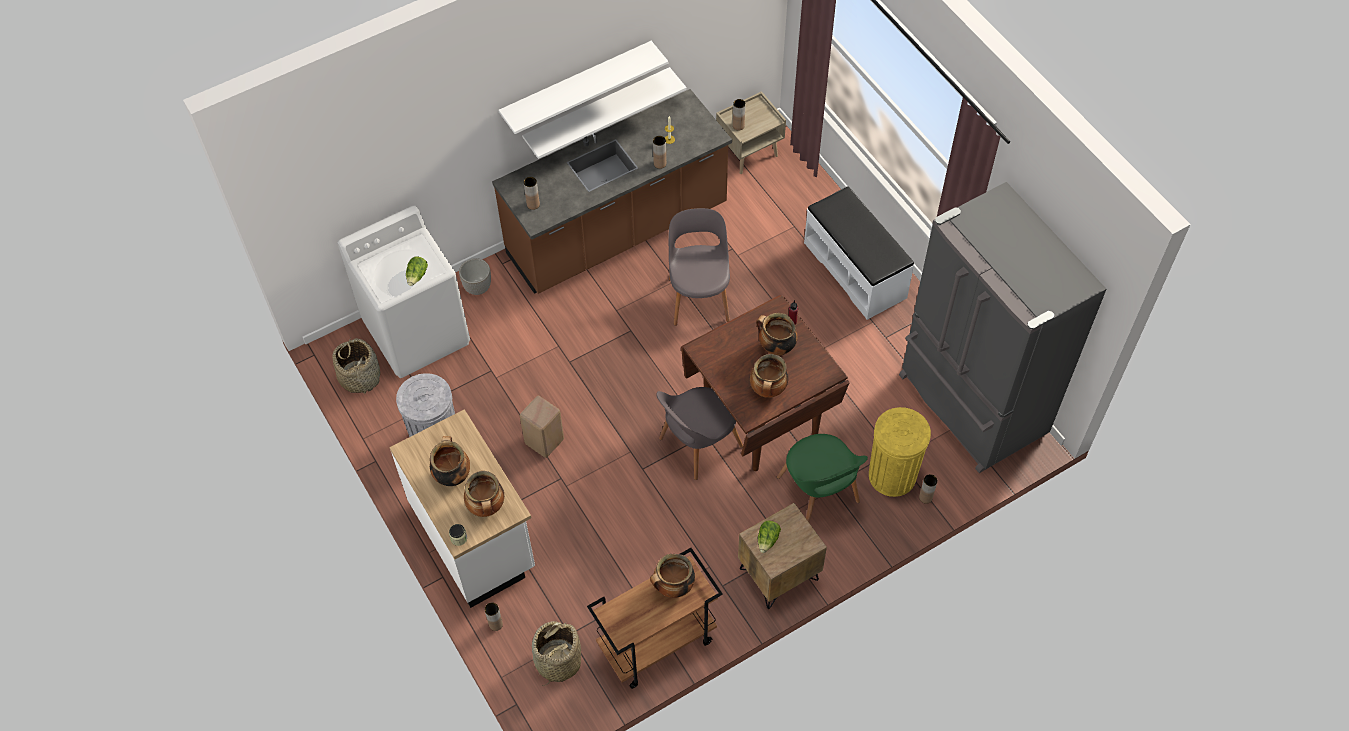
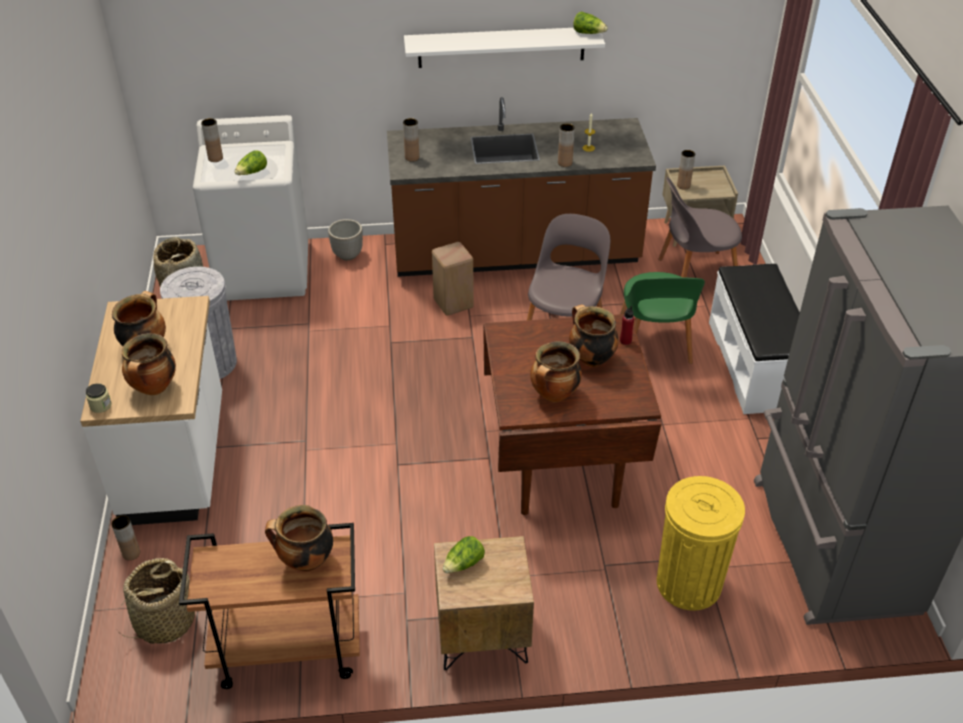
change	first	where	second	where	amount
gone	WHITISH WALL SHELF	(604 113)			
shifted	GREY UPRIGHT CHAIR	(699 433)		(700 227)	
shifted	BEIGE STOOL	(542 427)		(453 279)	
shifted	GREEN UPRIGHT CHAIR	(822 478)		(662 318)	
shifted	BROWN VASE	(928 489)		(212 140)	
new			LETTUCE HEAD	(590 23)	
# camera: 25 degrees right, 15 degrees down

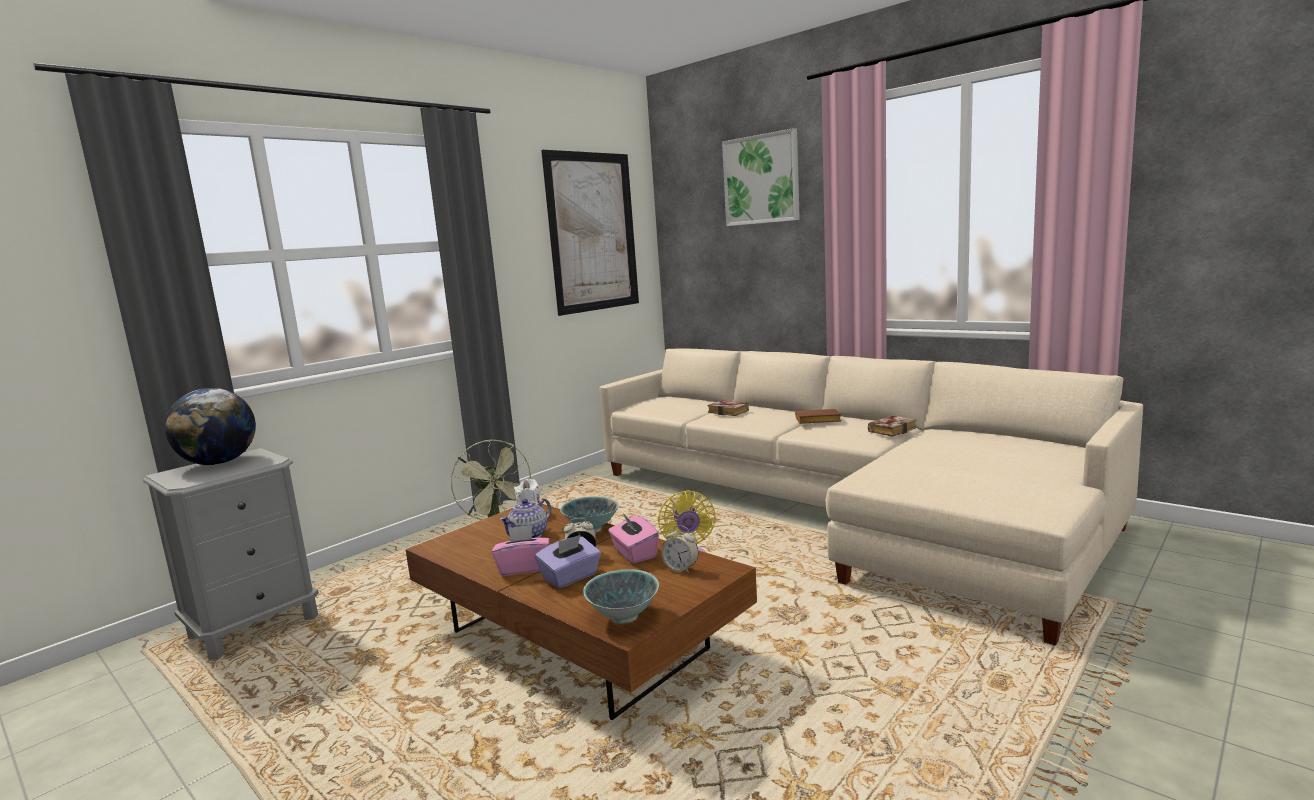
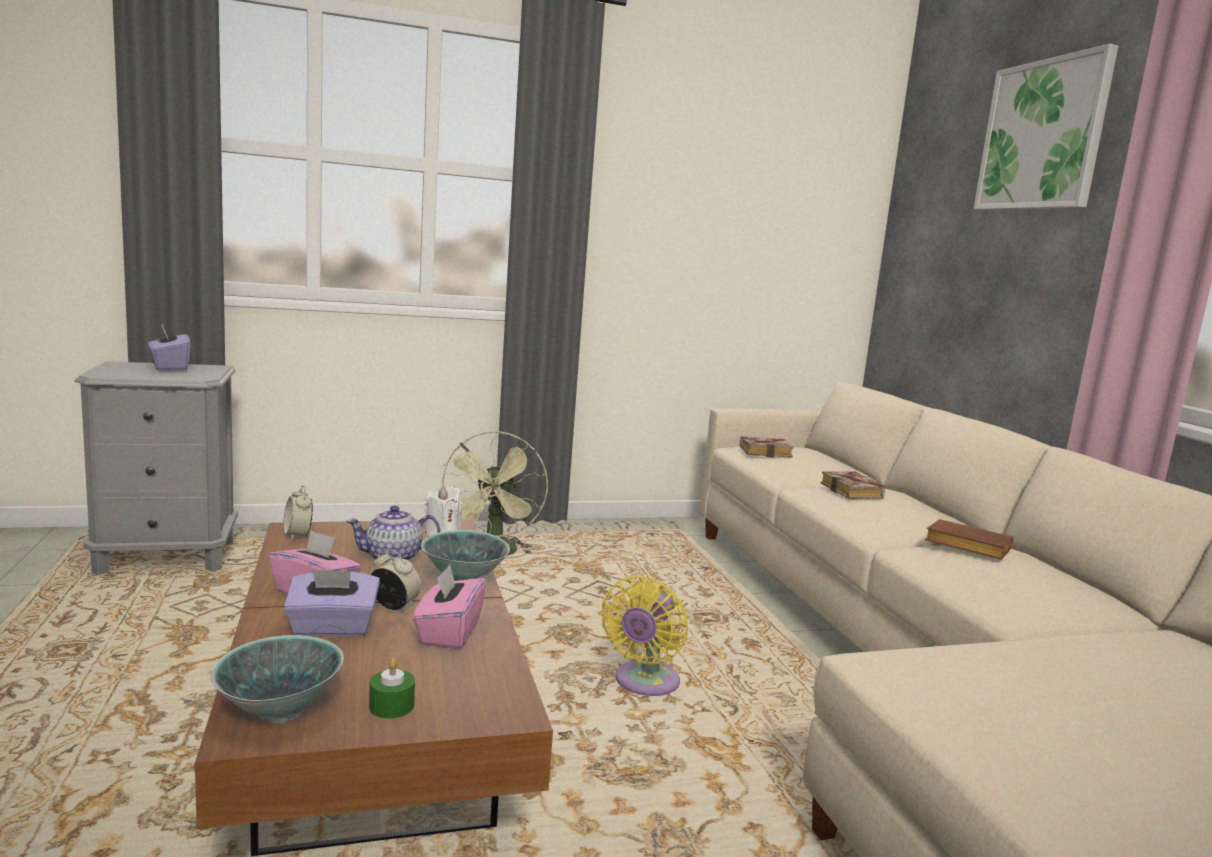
change	first	where	second	where	amount
gone	WALL PICTURE	(590 233)			
swapped	DESK GLOBE	(210 426)	PURPLE-COLOURED BOX OF TISSUES	(169 347)	
shifted	VOLUME	(892 426)		(767 447)	
shifted	ALARM CLOCK	(680 549)		(298 512)	
new			GREEN WAX LIGHT	(392 689)	
# camera: 30 degrees right, 0 degrees up

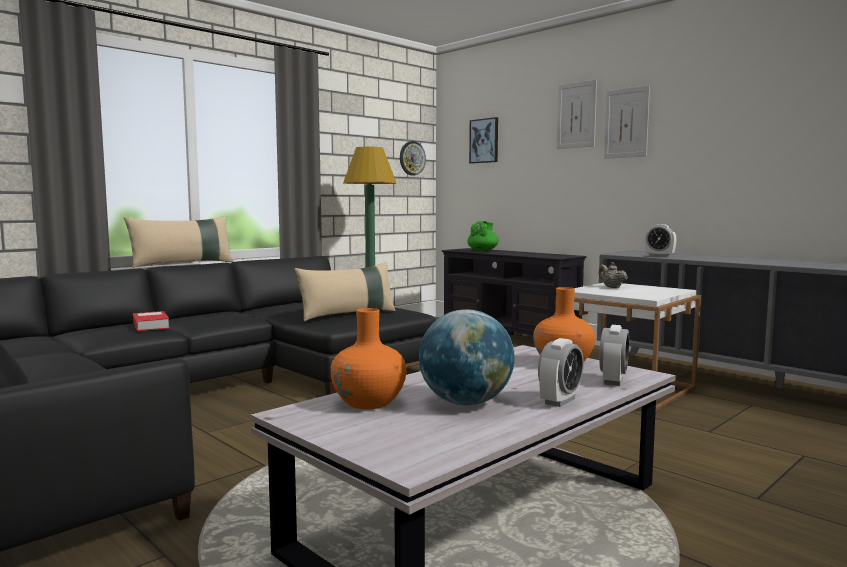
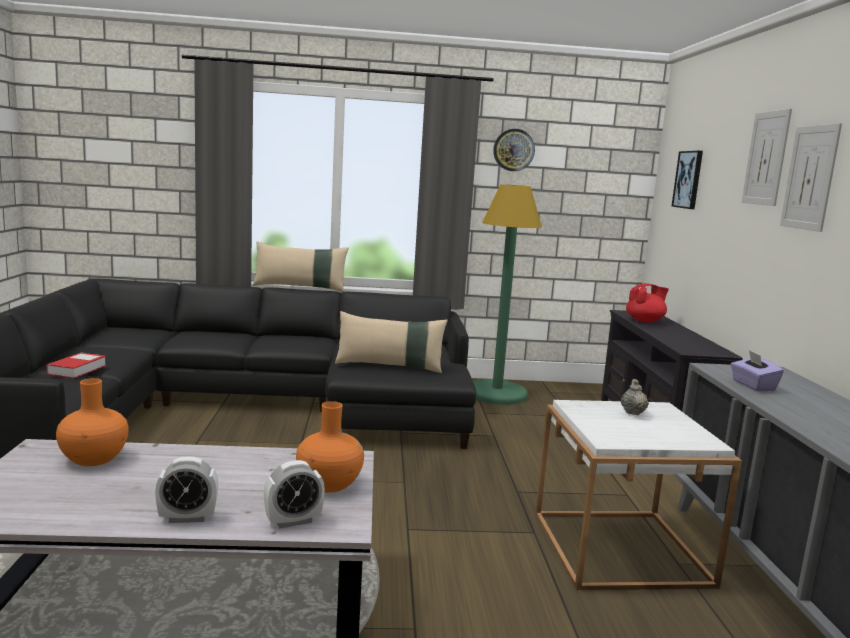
change	first	where	second	where	amount
shifted	HANGING CLOCK	(413 158)		(514 150)	
repainted	GREEN TEA POT	(483 236)	RED TEA POT	(647 303)	
swapped	ALARM CLOCK	(661 240)	PURPLE-COLOURED BOX OF TISSUES	(757 370)	
gone	DESK GLOBE	(466 357)			
shifted	VOLUME	(151 321)		(76 365)	
# camera: 40 degrees right, 5 degrees up

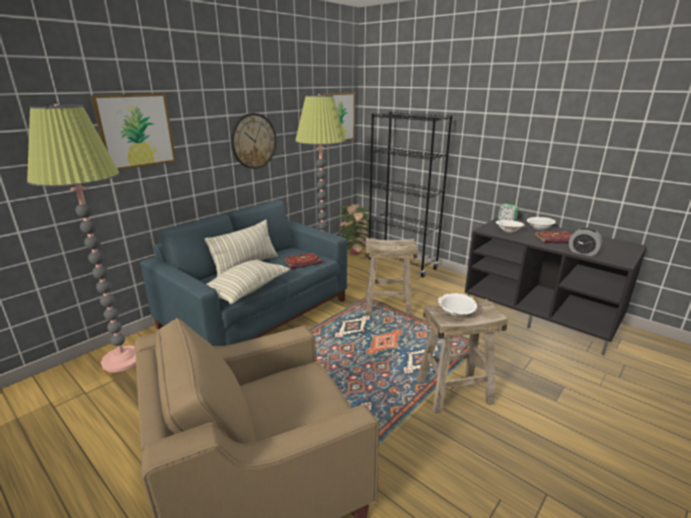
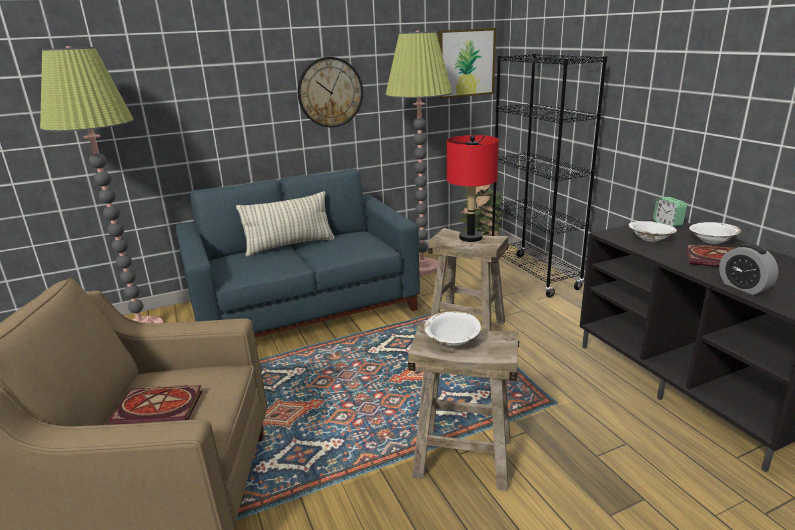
change	first	where	second	where	amount
gone	WALL PICTURE	(133 131)			
shifted	VOLUME	(303 260)		(155 405)	
gone	CUSHION	(248 281)			
new			RED TABLE LAMP	(472 188)	
# camera: 25 degrees right, 0 degrees up

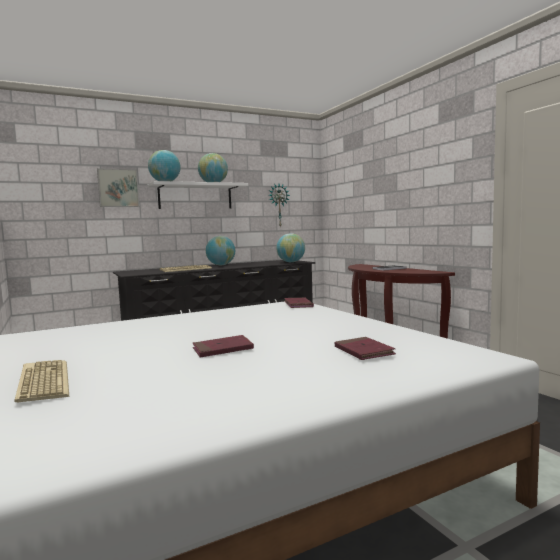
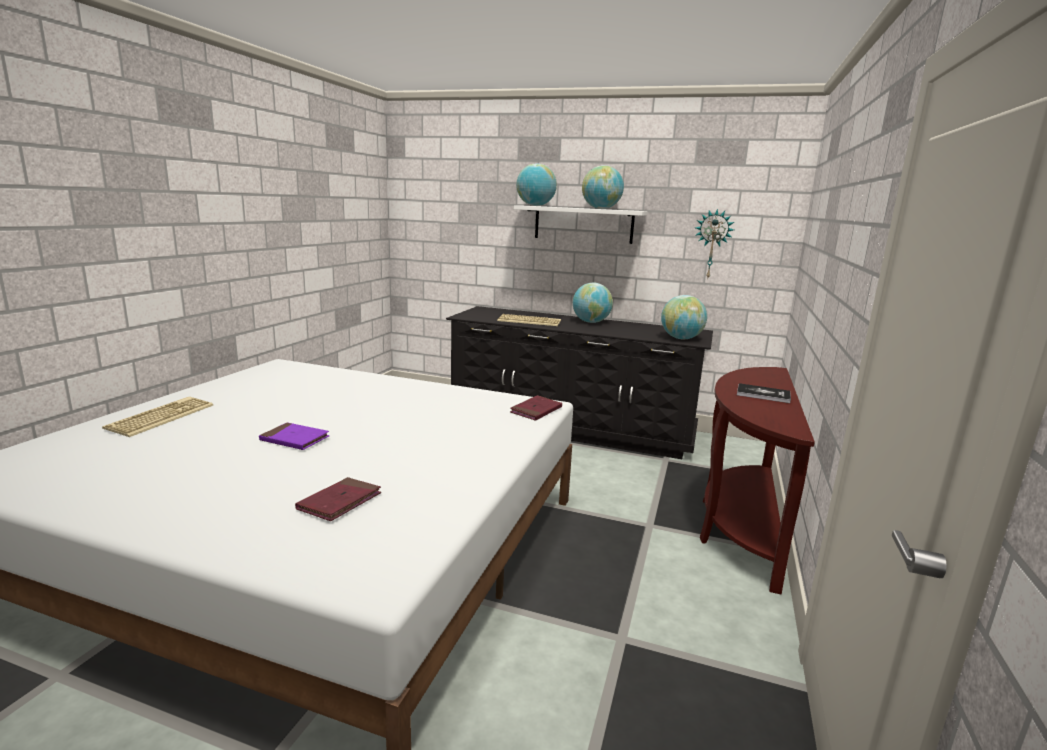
change	first	where	second	where	amount
gone	WALL PICTURE	(118 187)			
repainted	RED VOLUME	(223 346)	PURPLE-COLOURED VOLUME	(294 436)	
# camera: 45 degrees right, 10 degrees up

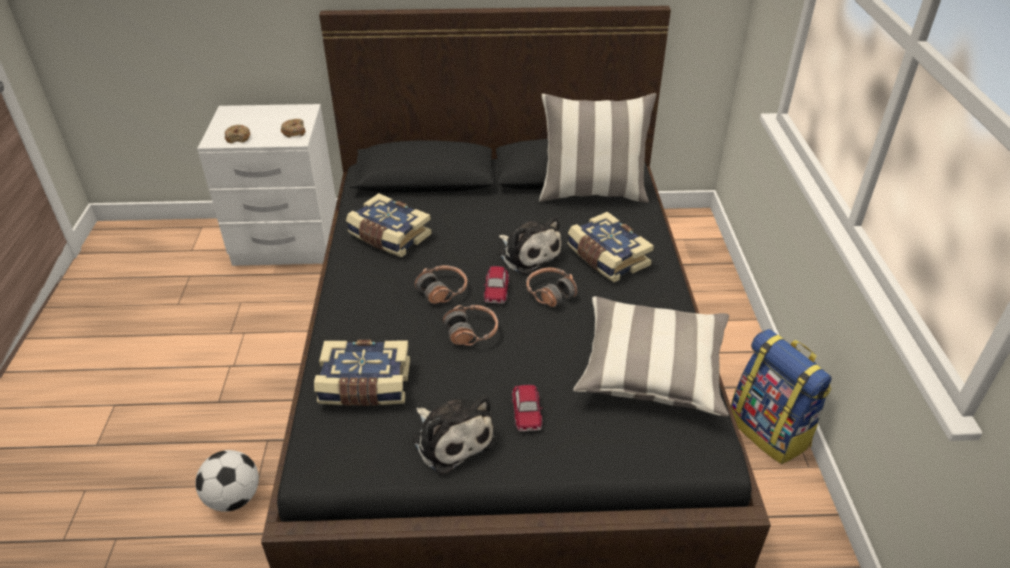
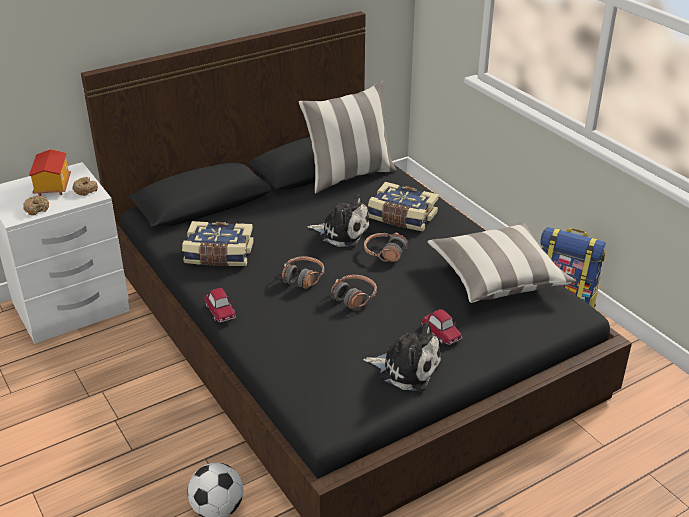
change	first	where	second	where	amount
shifted	TOY CAR	(496 284)		(220 305)	
gone	VOLUME	(362 373)			
new			MINIATURE HOUSE	(50 172)	
# camera: 30 degrees left, 5 degrees down

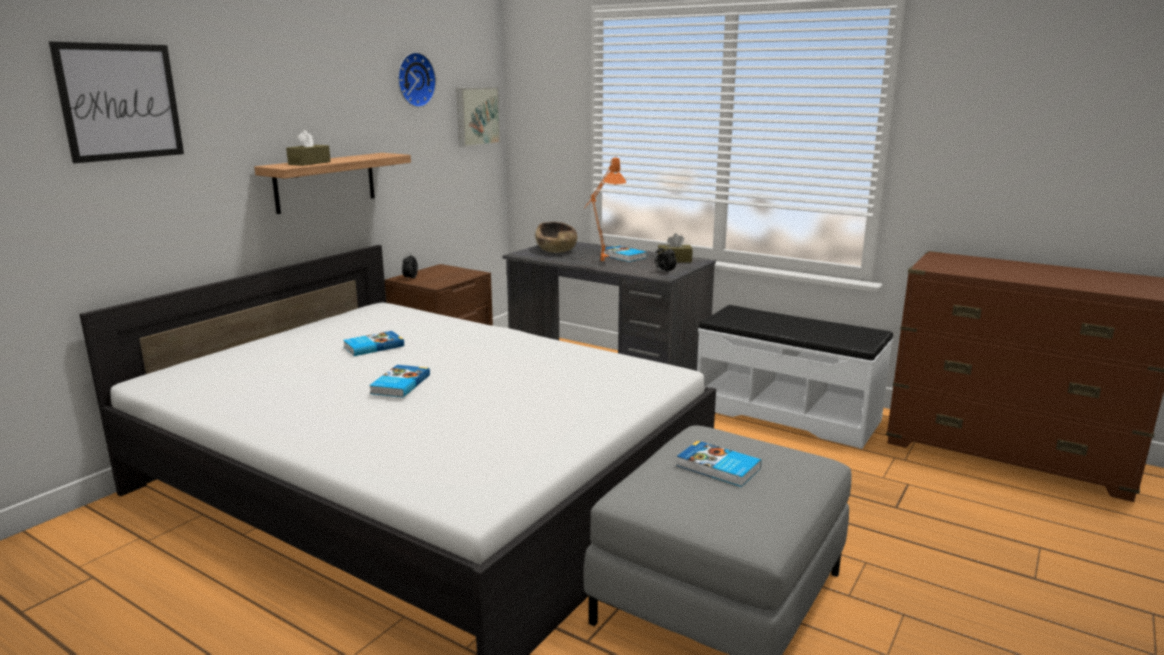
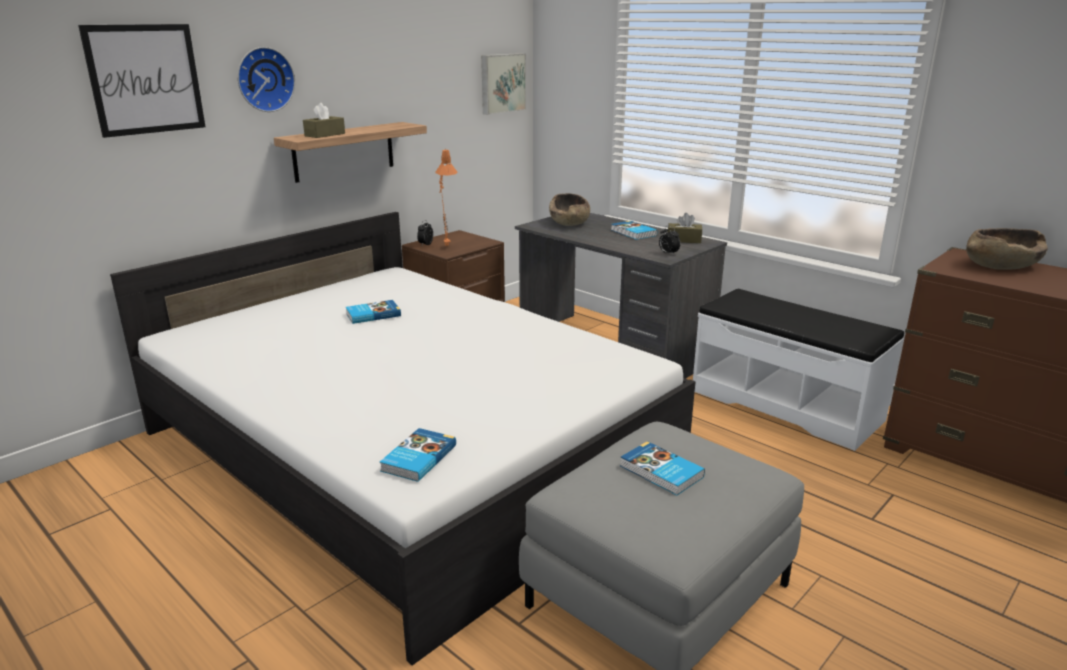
change	first	where	second	where	amount
shifted	HANGING CLOCK	(417 80)		(266 79)	
shifted	ORANGE TABLE LAMP	(605 209)		(446 197)	
shifted	VOLUME	(399 381)		(418 455)	
new			BROWN SERVING BOWL	(1007 249)	
# camera: 10 degrees right, 5 degrees up

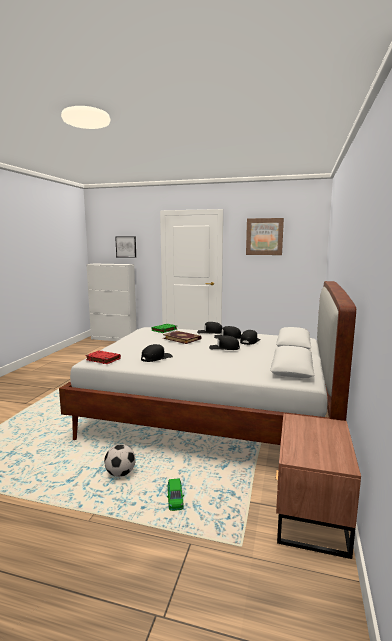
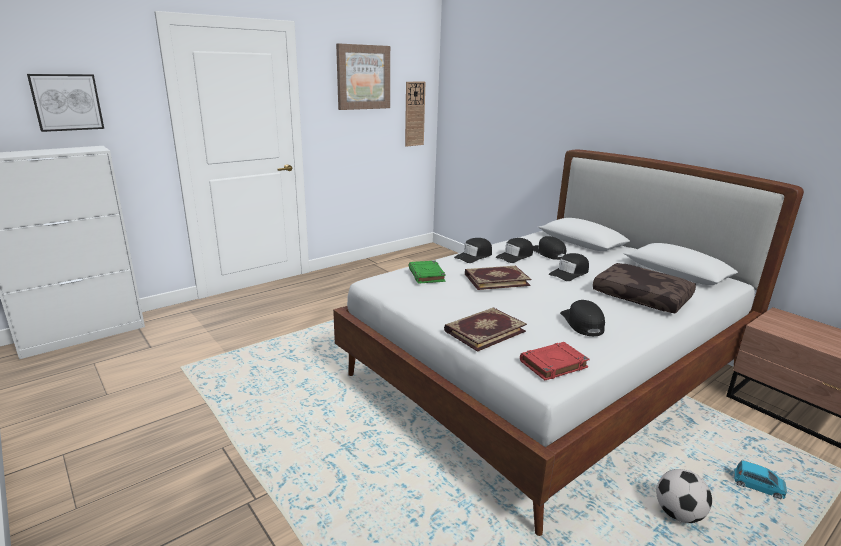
change	first	where	second	where	amount
repainted	GREEN TOY CAR	(175 495)	BLUISH TOY CAR	(761 479)	
new			HANGING CLOCK	(415 114)	
new			BROWN CUSHION	(644 288)	
new			VOLUME	(485 330)	
# camera: 55 degrees left, 10 degrees up

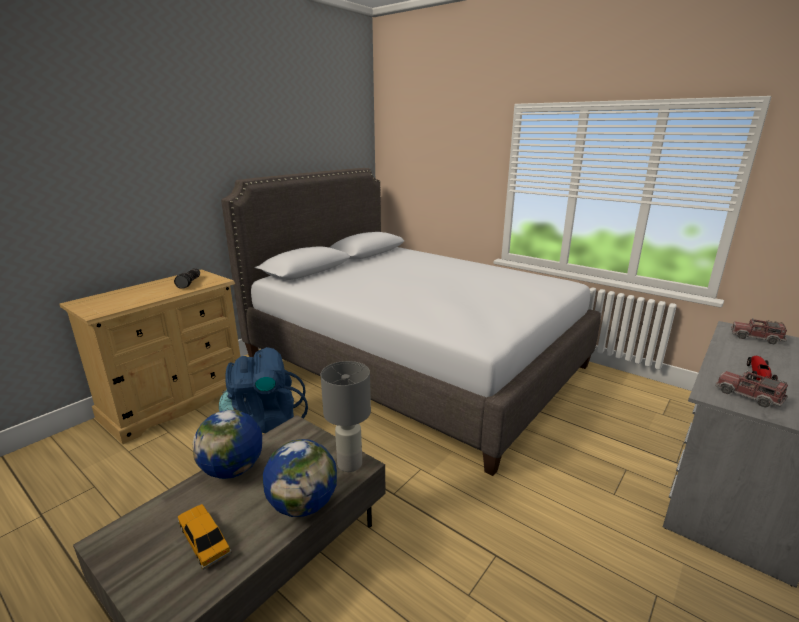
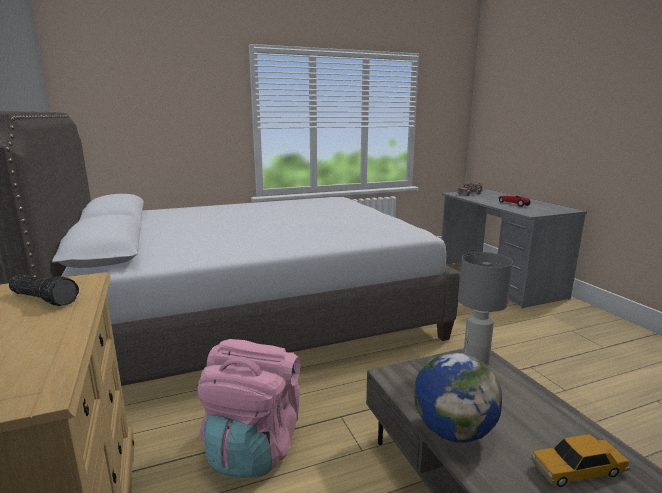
change	first	where	second	where	amount
repainted	BLUISH BACKPACK	(263 390)	PINK-COLOURED BACKPACK	(249 408)	
gone	TOY TRUCK	(751 389)			
gone	DESK GLOBE	(300 478)			
# camera: 60 degrees left, 5 degrees down

